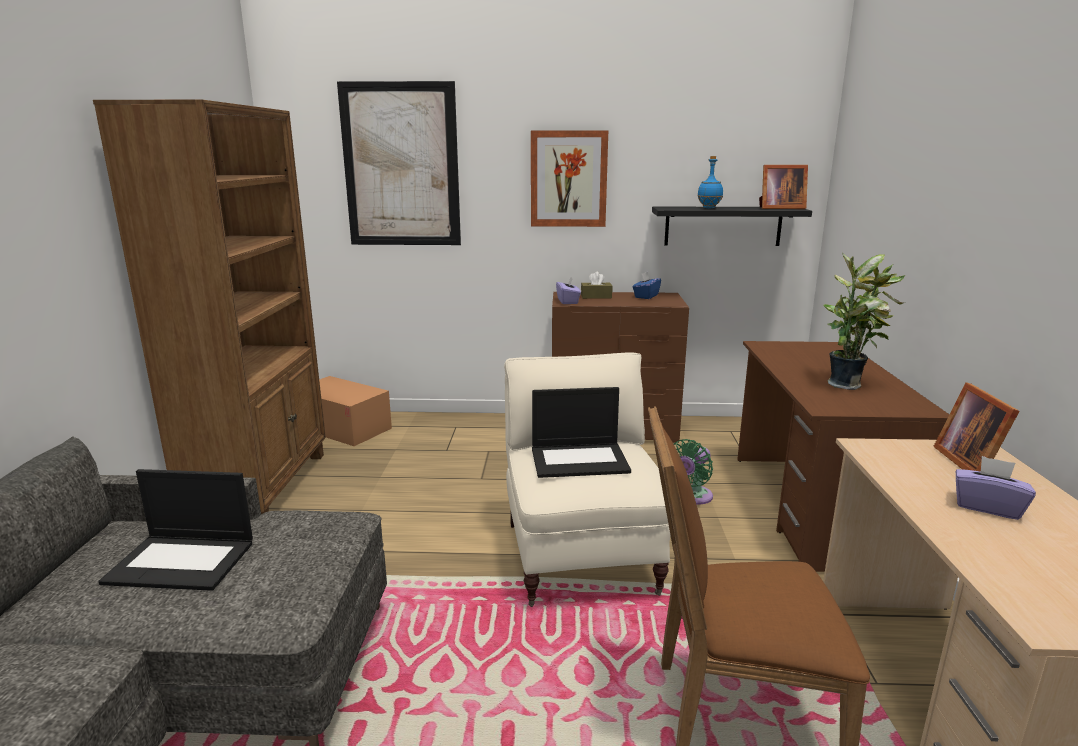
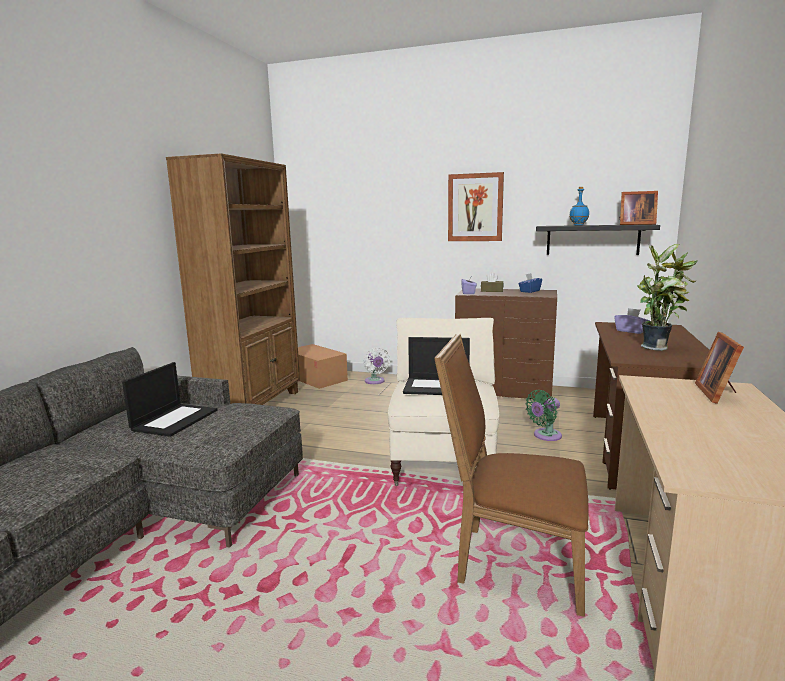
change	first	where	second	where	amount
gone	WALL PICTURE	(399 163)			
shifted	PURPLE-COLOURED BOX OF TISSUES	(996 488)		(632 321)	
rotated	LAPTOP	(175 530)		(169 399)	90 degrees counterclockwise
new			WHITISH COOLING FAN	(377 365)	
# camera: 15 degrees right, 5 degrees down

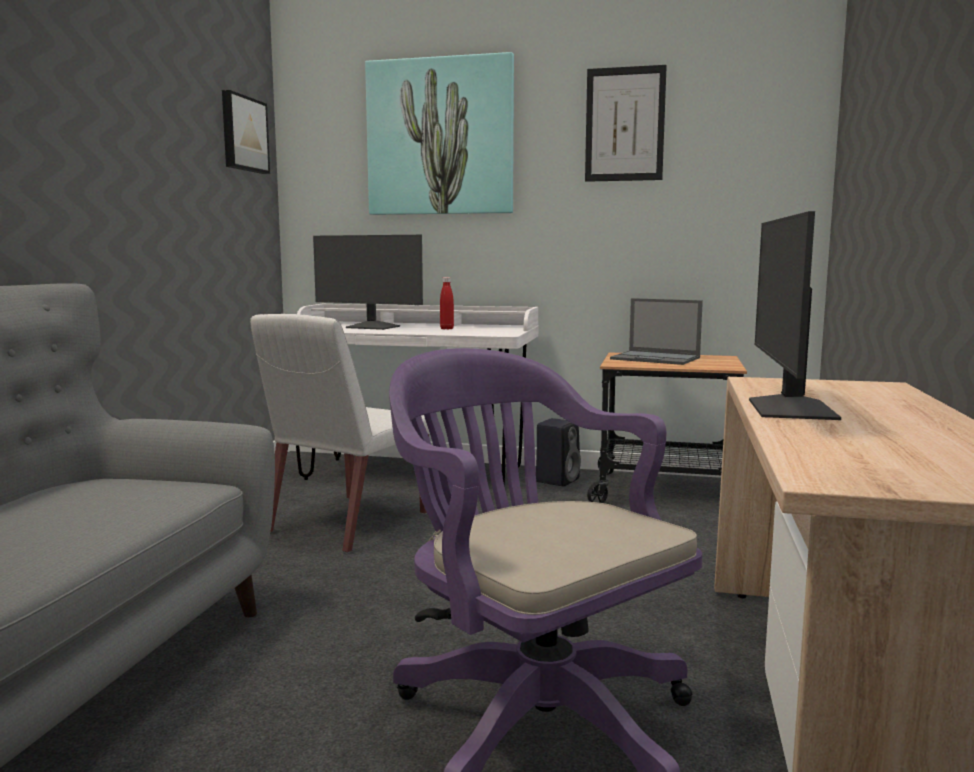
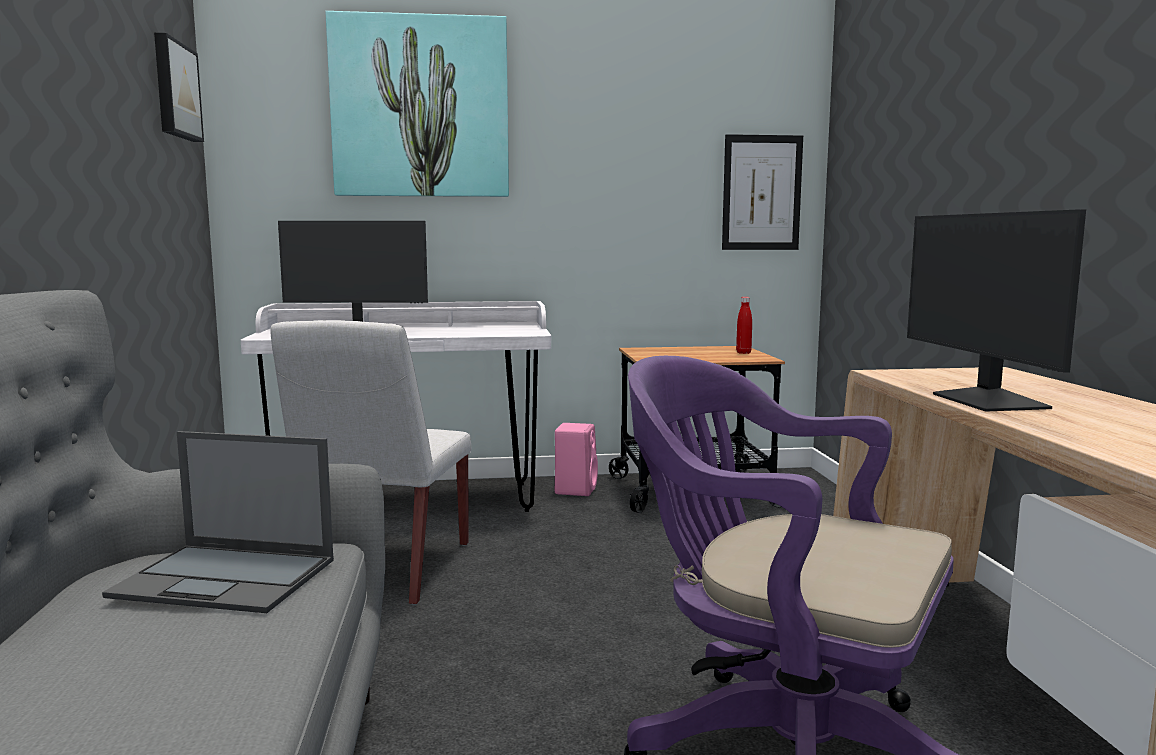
change	first	where	second	where	amount
shifted	WALL PICTURE	(626 123)		(762 192)	
shifted	RED DRINK BOTTLE	(447 303)		(744 325)	
shifted	LAPTOP	(656 331)		(218 522)	
repainted	BLACK SPEAKER	(558 452)	PINK-COLOURED SPEAKER	(576 459)	
# camera: 20 degrees left, 0 degrees up

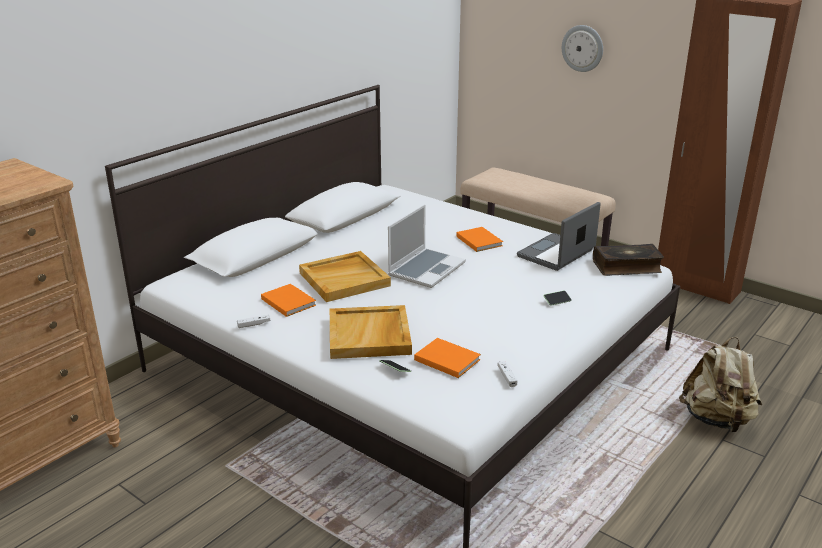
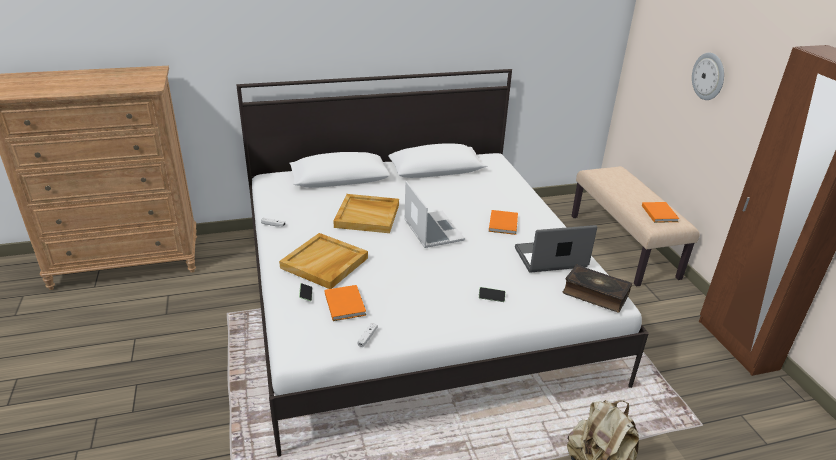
change	first	where	second	where	amount
rotated	LAPTOP	(427 246)		(434 214)	90 degrees counterclockwise
shifted	ORANGE VOLUME	(288 300)		(660 212)	
# camera: 35 degrees right, 5 degrees up

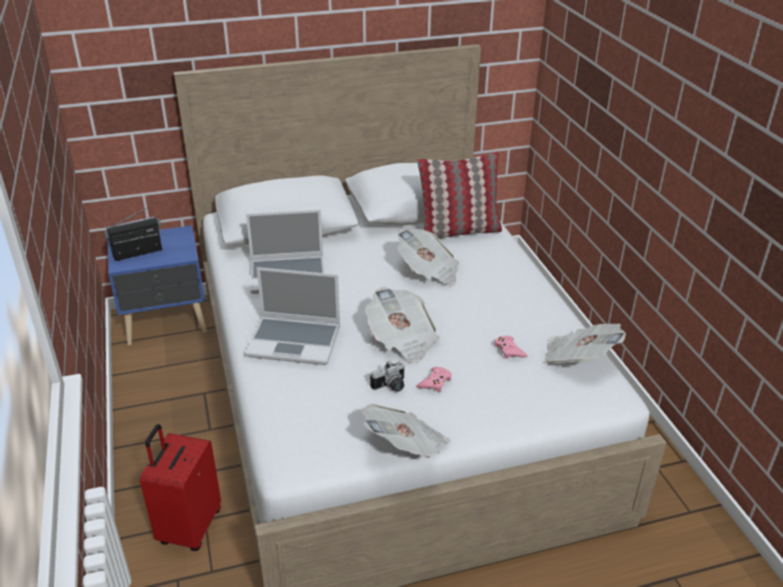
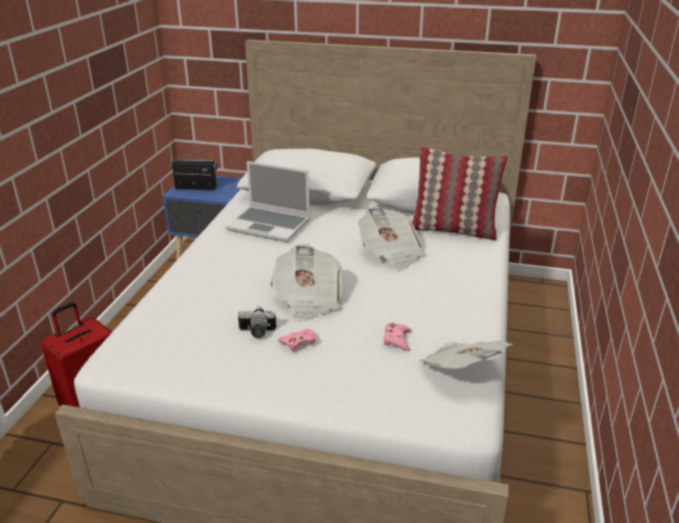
change	first	where	second	where	amount
gone	LAPTOP	(292 316)			
gone	NEWSPAPER	(406 431)			
# camera: 30 degrees right, 5 degrees down

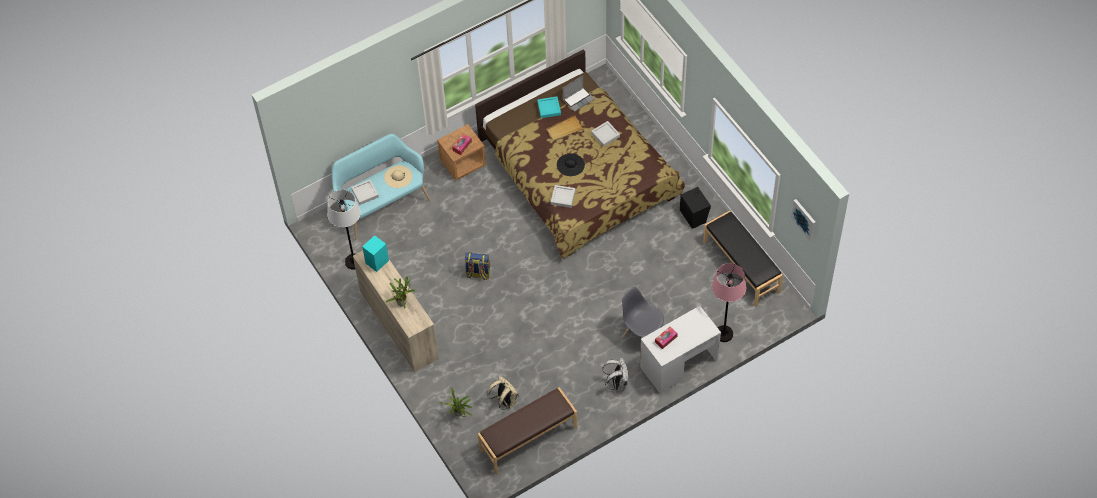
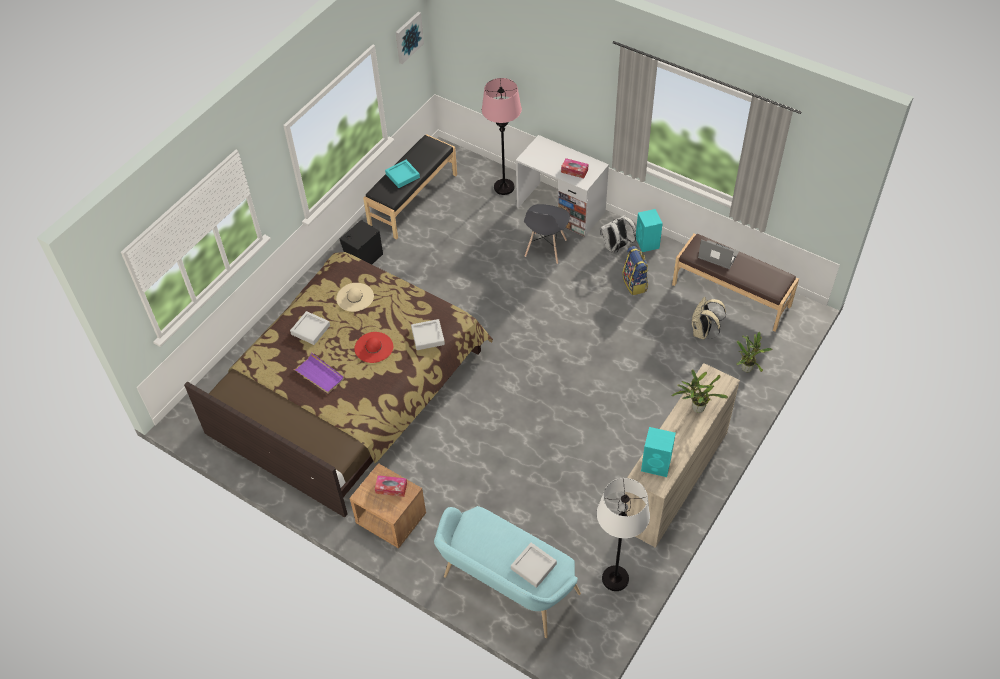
change	first	where	second	where	amount
shifted	LAPTOP	(578 94)		(718 254)	
shifted	TURQUOISE TRAY	(549 107)		(402 174)	
repainted	BEIGE TRAY	(565 128)	PURPLE-COLOURED TRAY	(319 373)	
repainted	BLACK WEARABLE HAT	(571 164)	RED WEARABLE HAT	(373 347)	
shifted	BEIGE WEARABLE HAT	(398 176)		(355 297)	
shifted	BACKPACK	(477 266)		(635 270)	
new			TURQUOISE SPEAKER	(649 230)	
# camera: 115 degrees left, 5 degrees down

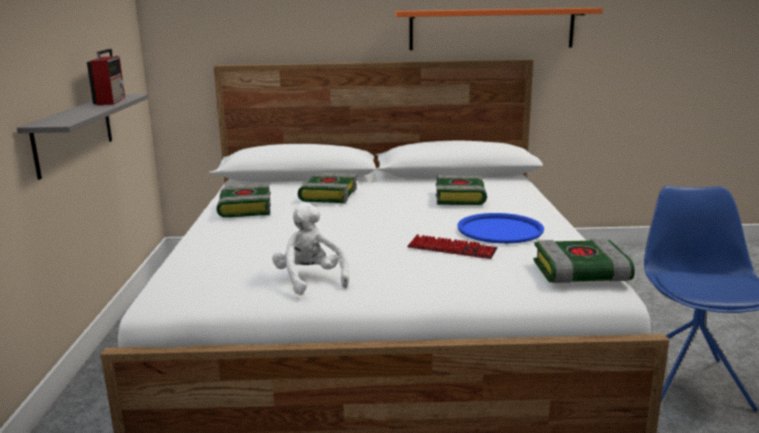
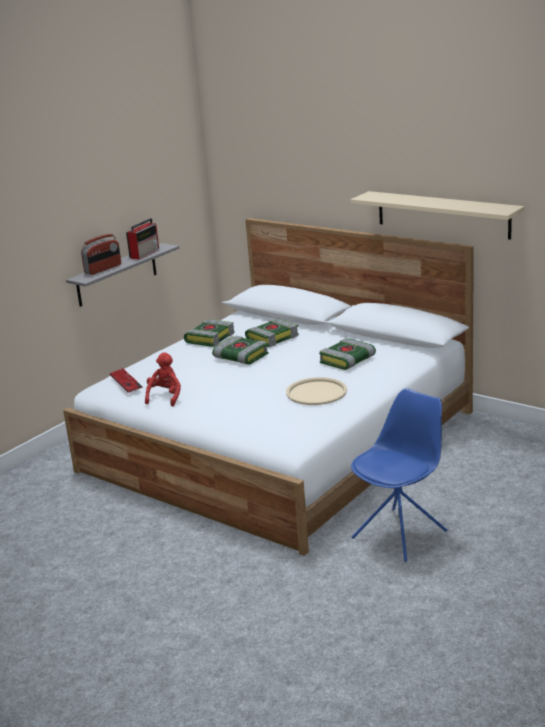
change	first	where	second	where	amount
repainted	ORANGE WALL SHELF	(499 29)	BEIGE WALL SHELF	(437 215)	
repainted	WHITISH CUDDLY TOY	(310 248)	RED CUDDLY TOY	(163 379)	
repainted	BLUISH TRAY	(500 228)	BEIGE TRAY	(316 391)	
shifted	PC KEYBOARD	(452 247)		(126 380)	
shifted	VOLUME	(584 260)		(240 350)	
new			RADIO	(101 254)	
# camera: 40 degrees right, 5 degrees up

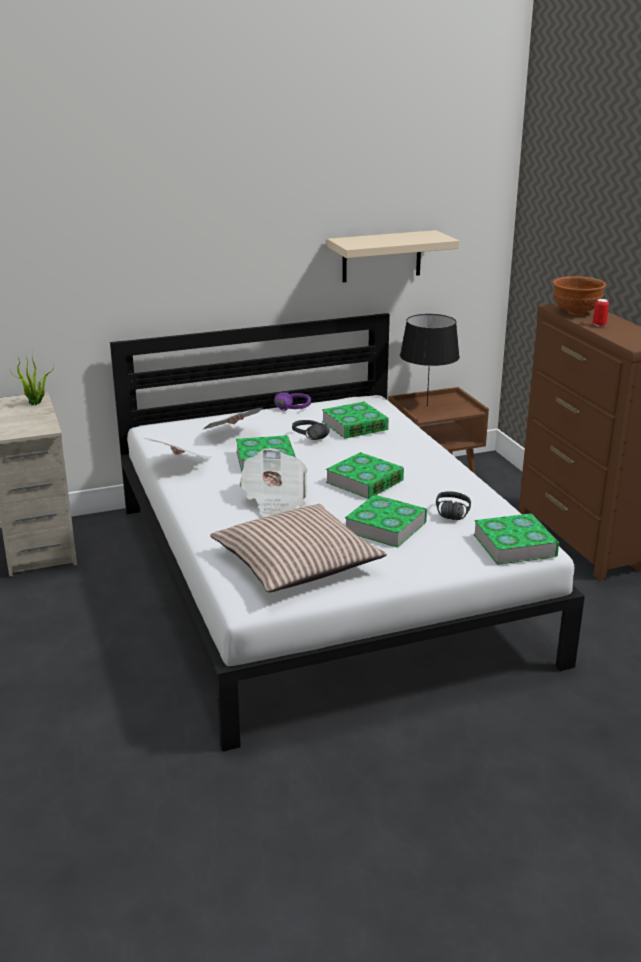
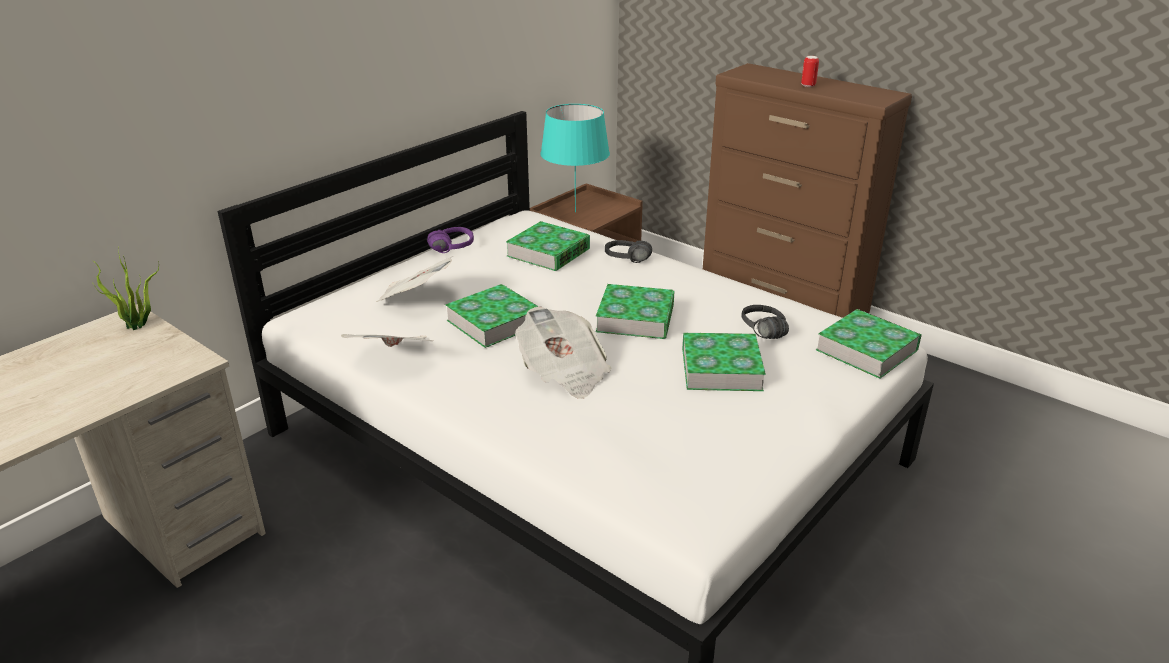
change	first	where	second	where	amount
gone	BEIGE WALL SHELF	(393 256)			
gone	BROWN SERVING BOWL	(579 295)			
repainted	BLACK TABLE LAMP	(430 360)	TURQUOISE TABLE LAMP	(575 158)	
shifted	BLACK PAIR OF HEADPHONES	(311 430)		(628 251)	
gone	CUSHION	(298 548)			
# camera: 30 degrees left, 5 degrees up

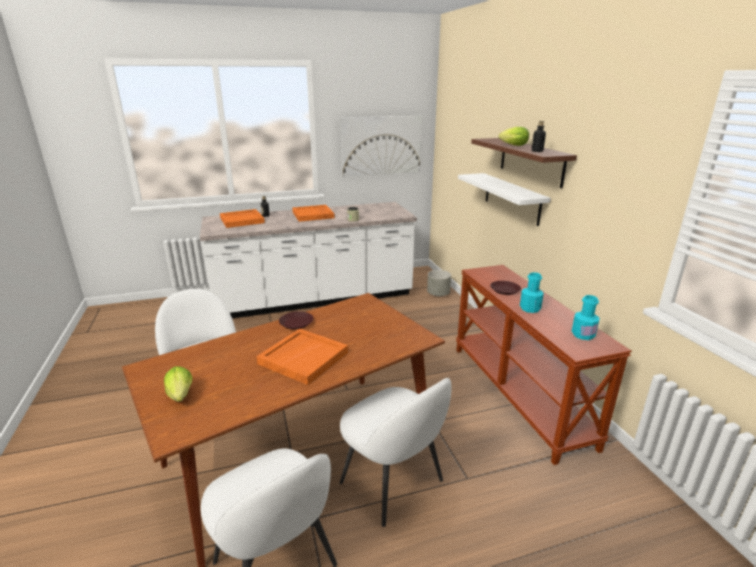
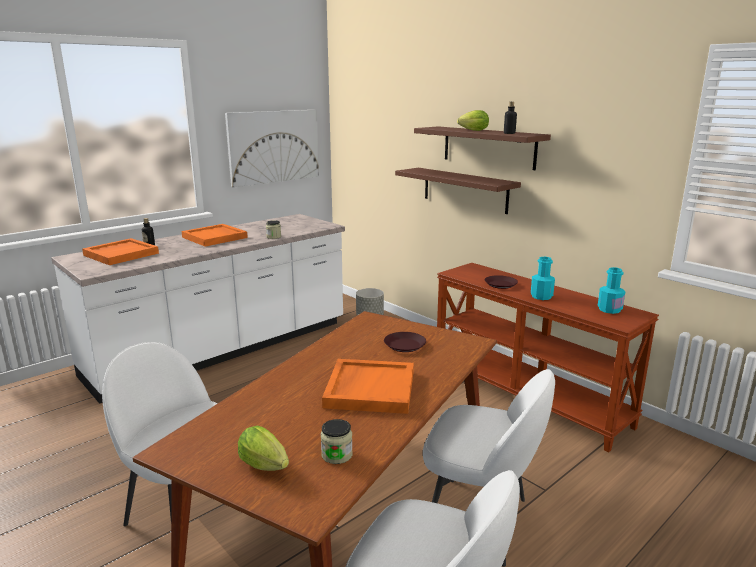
change	first	where	second	where	amount
repainted	WHITISH WALL SHELF	(504 199)	BROWN WALL SHELF	(458 191)	
shifted	BROWN PLATE	(296 320)		(405 342)	
new			JAR	(337 441)	
# camera: 25 degrees left, 5 degrees down

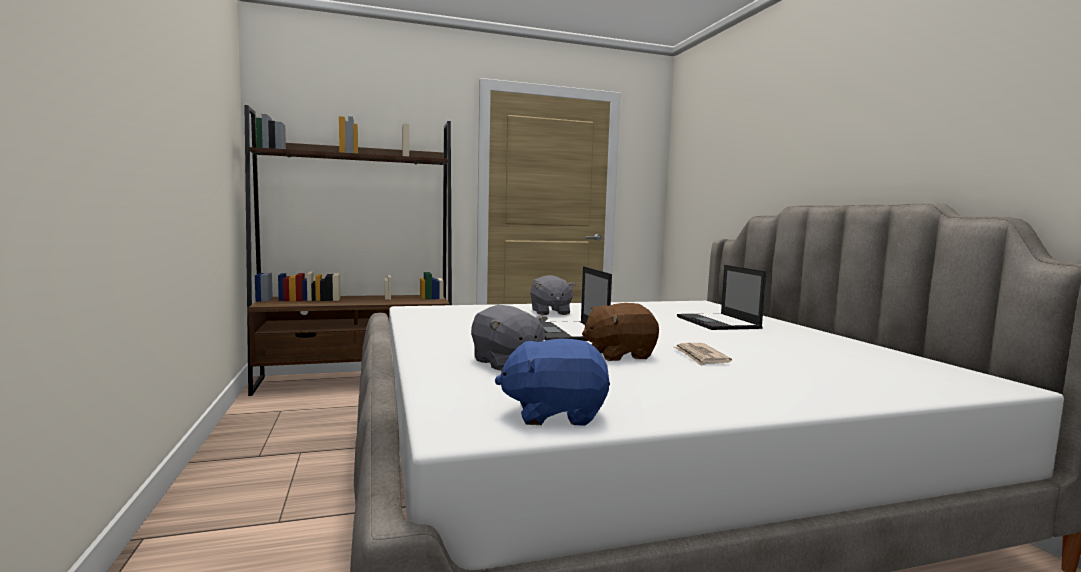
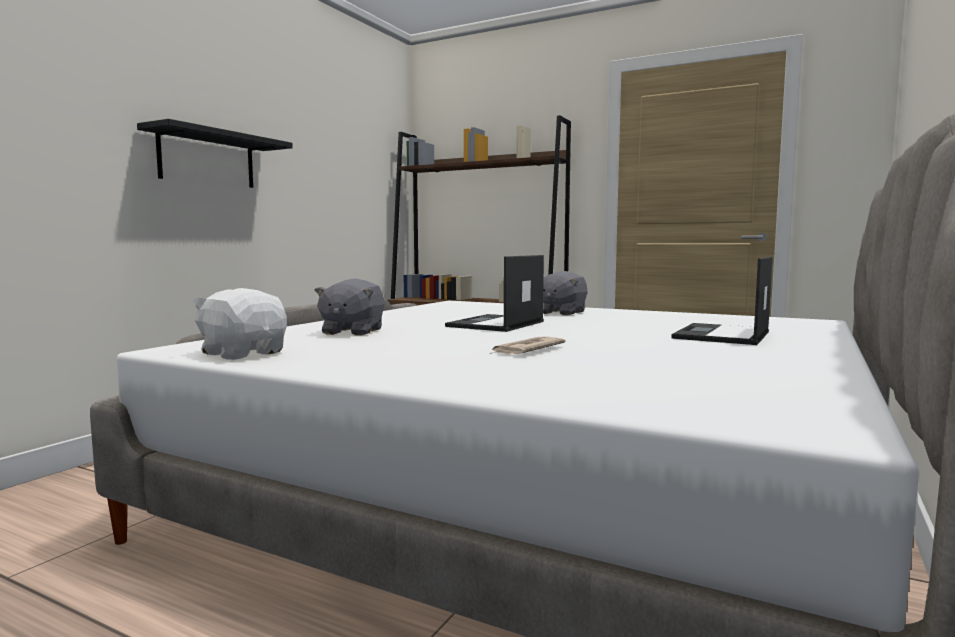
change	first	where	second	where	amount
gone	BROWN CUDDLY TOY	(620 332)			
repainted	BLUISH CUDDLY TOY	(552 382)	WHITISH CUDDLY TOY	(239 324)	
new			BLACK WALL SHELF	(215 153)	
# camera: 45 degrees right, 0 degrees up

